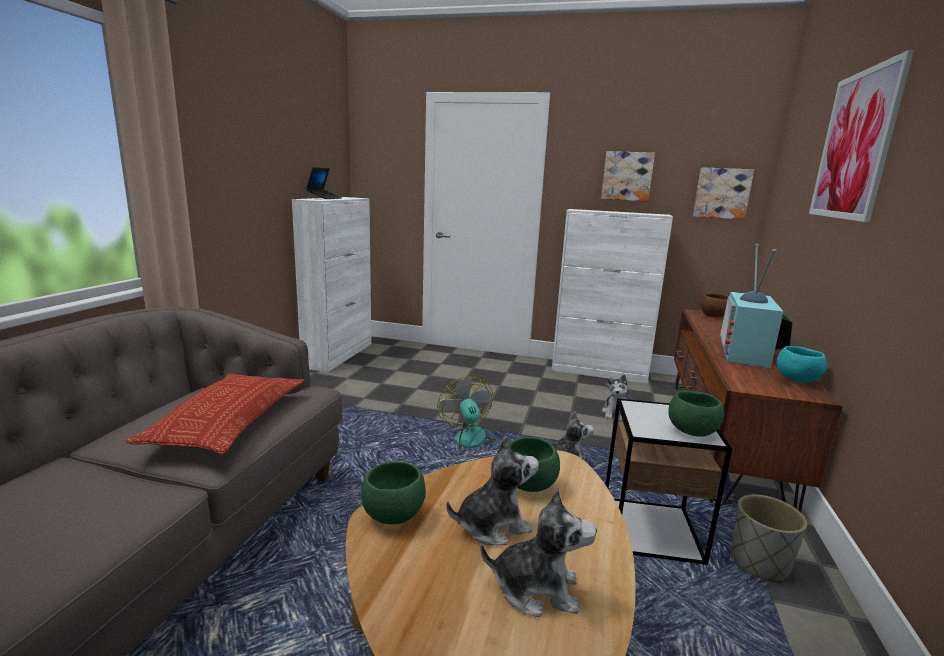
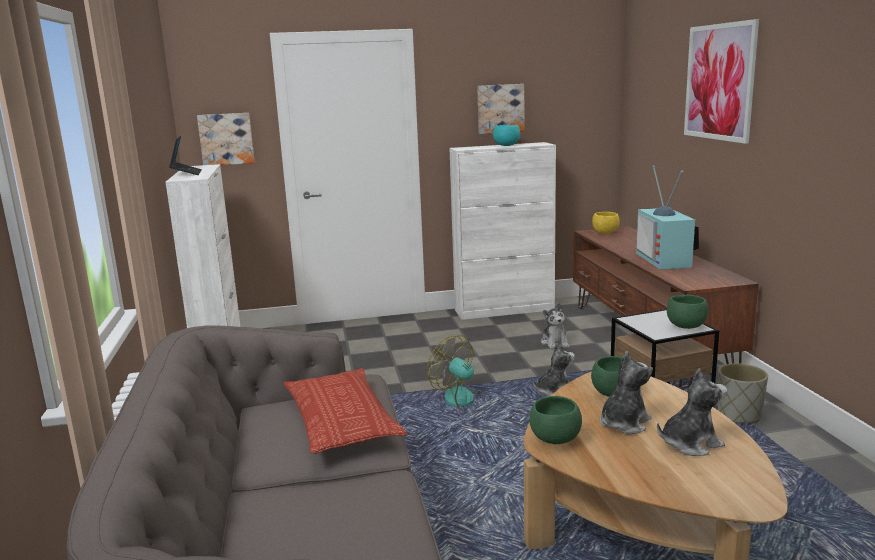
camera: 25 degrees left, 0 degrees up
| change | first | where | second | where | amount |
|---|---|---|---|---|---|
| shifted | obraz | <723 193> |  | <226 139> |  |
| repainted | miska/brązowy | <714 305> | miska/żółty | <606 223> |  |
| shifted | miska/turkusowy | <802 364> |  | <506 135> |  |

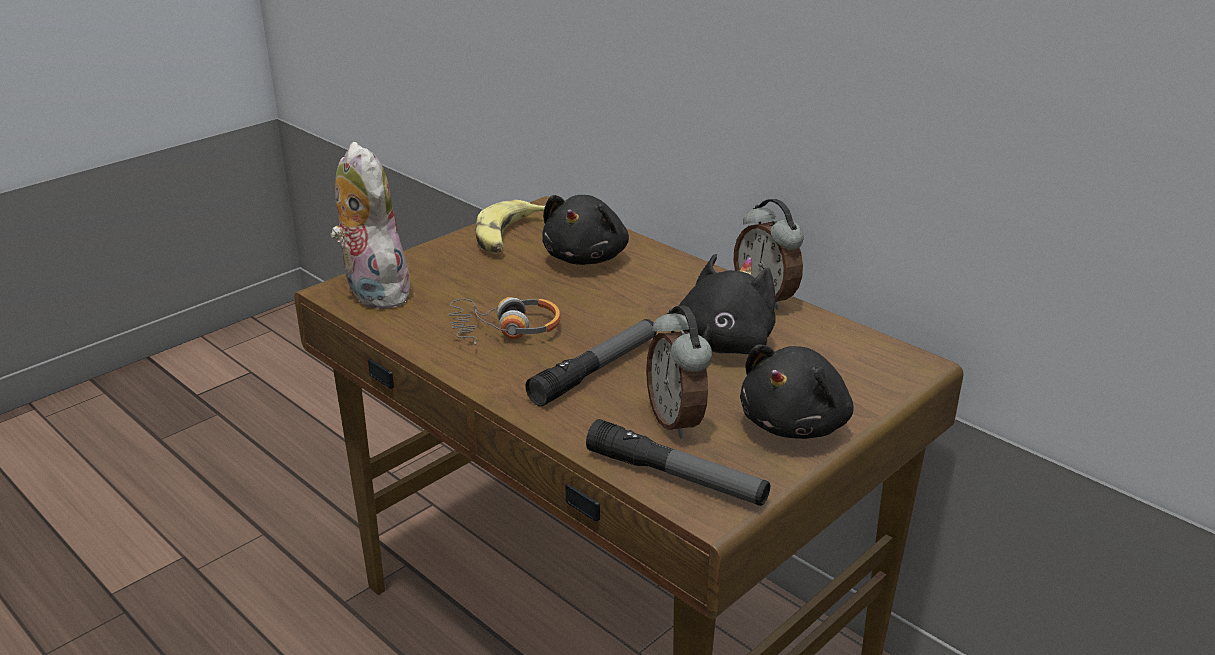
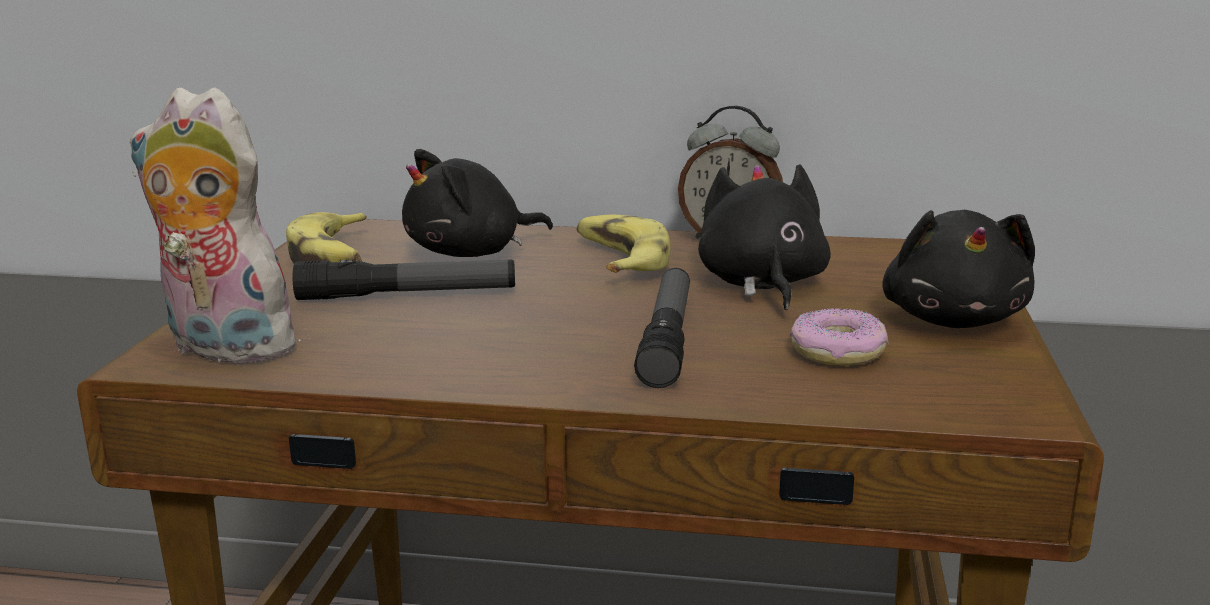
camera: 35 degrees left, 10 degrees down
| change | first | where | second | where | amount |
|---|---|---|---|---|---|
| gone | słuchawki | <504 321> |  |  |  |
| rotated | pluszak/czarny | <585 230> |  | <477 203> | 75 degrees clockwise |
| shifted | latarka | <678 462> |  | <404 279> |  |
| swapped | budzik | <679 372> | donut | <839 337> |  |
| new |  |  | banan | <623 243> |  |

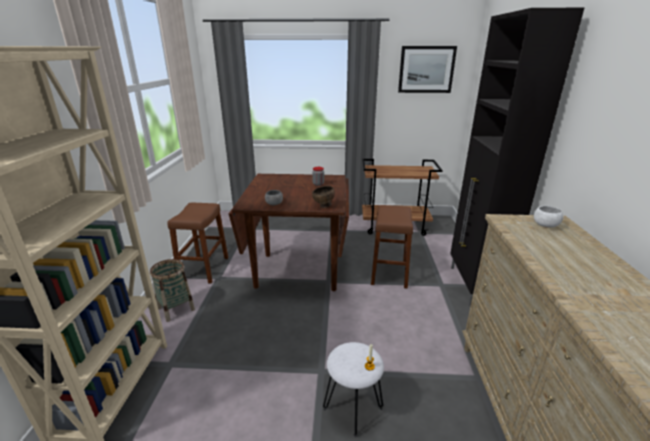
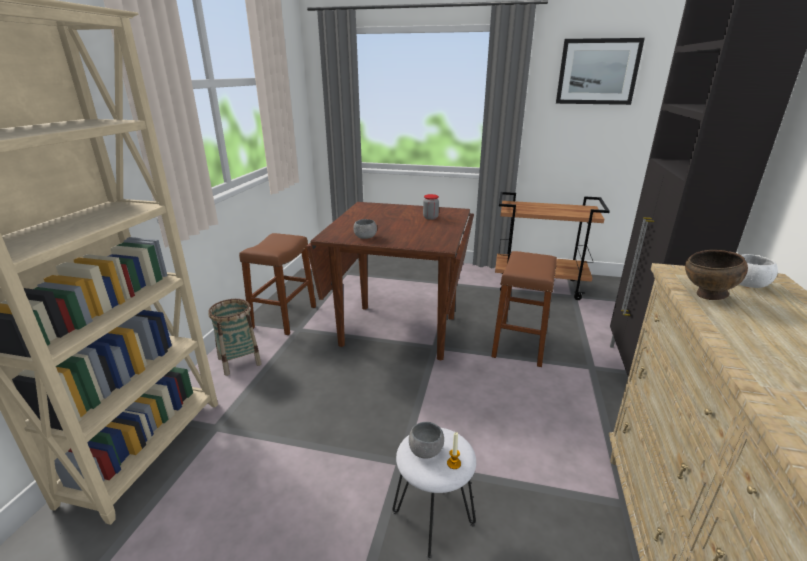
camera: 10 degrees right, 0 degrees up
| change | first | where | second | where | amount |
|---|---|---|---|---|---|
| shifted | miska/brązowy | <323 197> |  | <716 275> |  |
| new |  |  | miska/szary | <426 440> |  |

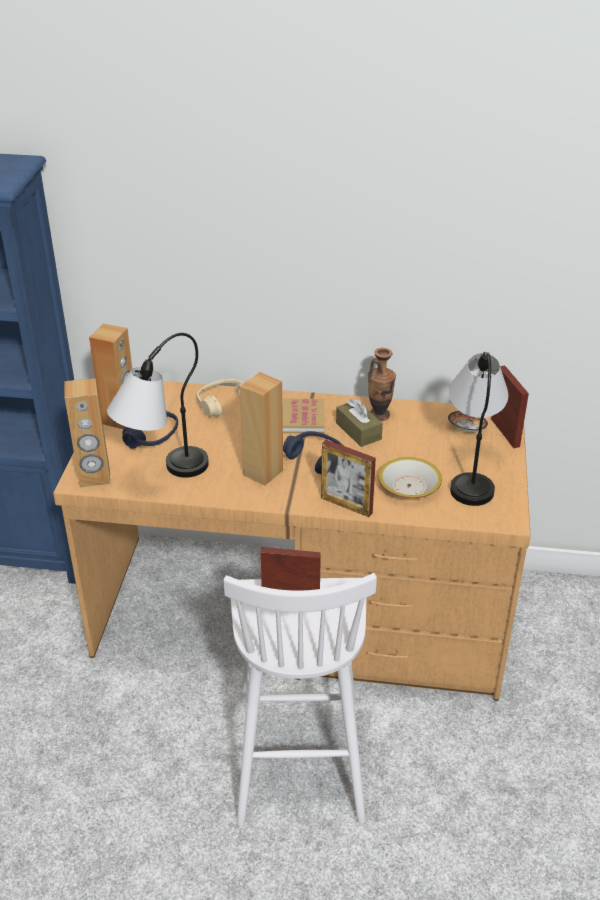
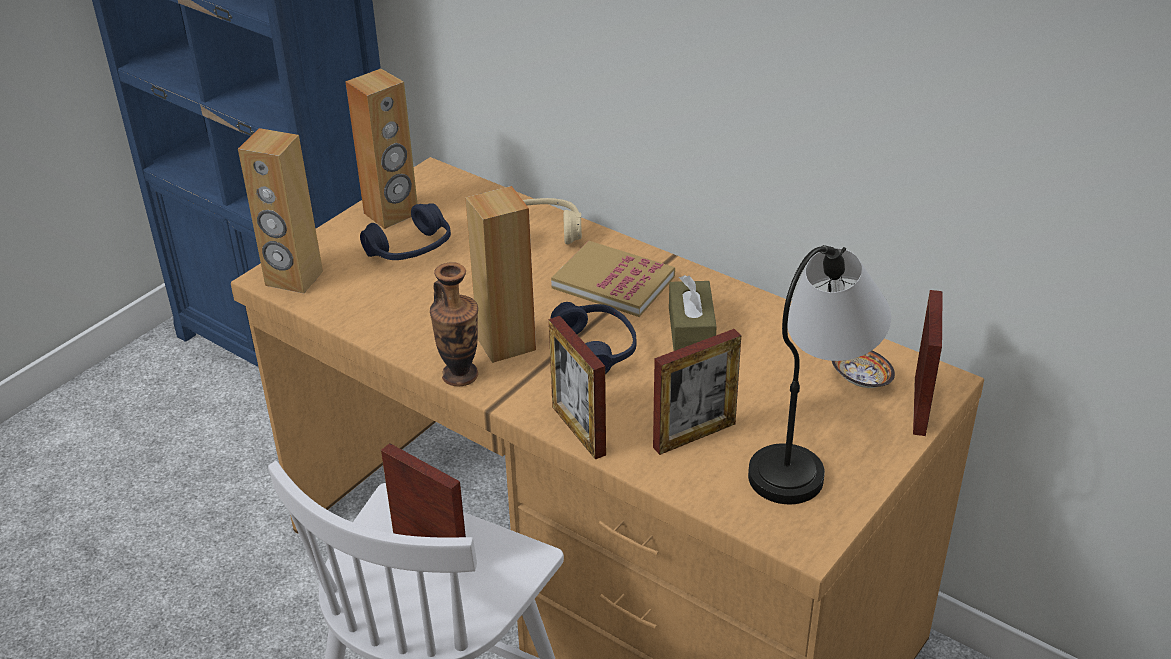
camera: 30 degrees right, 0 degrees up
| change | first | where | second | where | amount |
|---|---|---|---|---|---|
| gone | lampa stołowa | <158 405> |  |  |  |
| shifted | wazon | <382 384> |  | <454 324> |  |
| swapped | miska | <410 477> | ramka na zdjęcie | <697 392> |  |

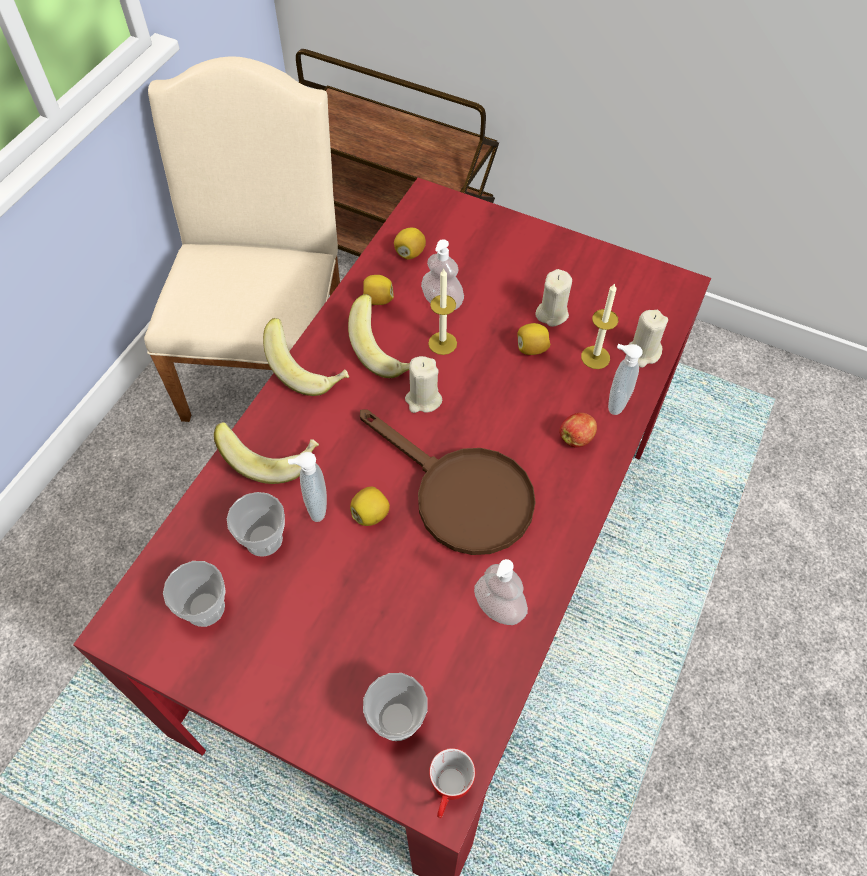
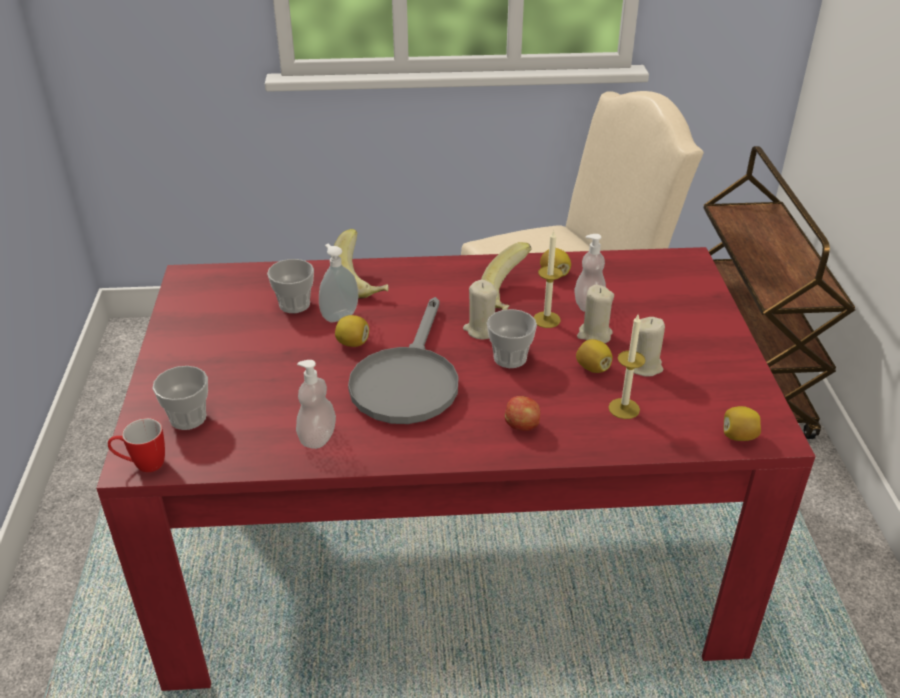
camera: 60 degrees right, 20 degrees down
| change | first | where | second | where | amount |
|---|---|---|---|---|---|
| shifted | filiżanka | <194 594> |  | <512 338> |  |
| gone | banan | <306 357> |  |  |  |
| repainted | patelnia/brązowy | <448 482> | patelnia/szary | <403 360> |  |
| shifted | cytryna | <410 244> |  | <742 423> |  |
| gone | dozownik mydła | <625 379> |  |  |  |
| shifted | świeca/beżowy | <648 338> |  | <595 314> |  |

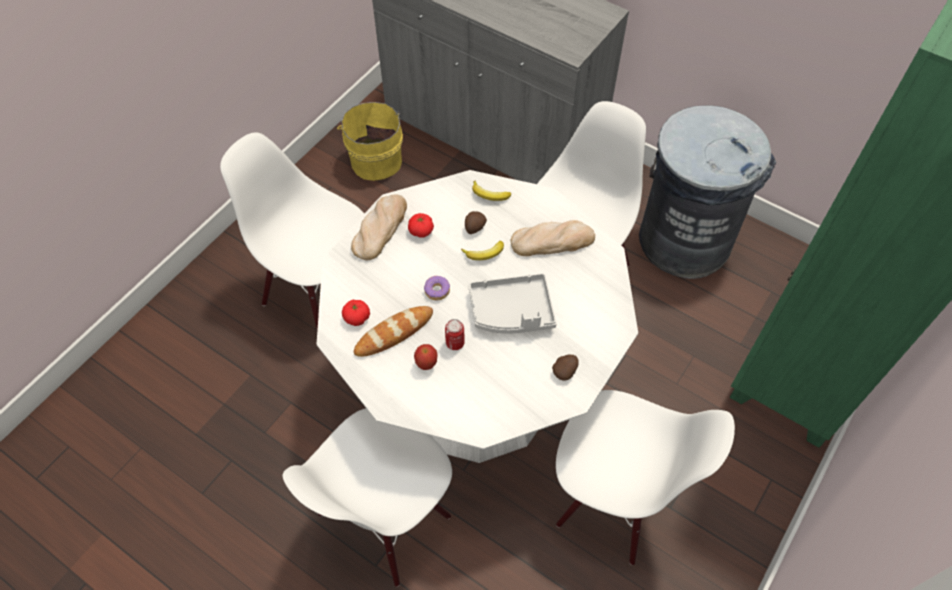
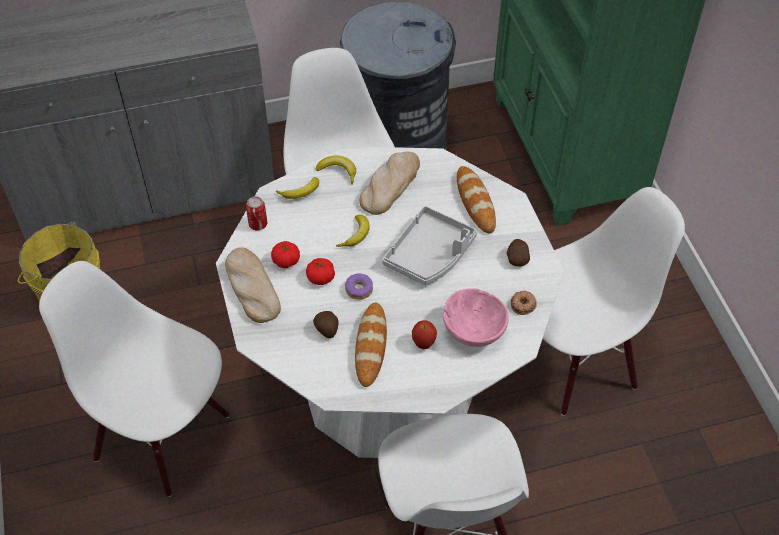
camera: 50 degrees left, 5 degrees down
| change | first | where | second | where | amount |
|---|---|---|---|---|---|
| rotated | krzesło/biały | <292 231> |  | <134 379> | 45 degrees clockwise |
| shifted | pomidor | <356 313> |  | <320 271> |  |
| shifted | puszka | <455 334> |  | <256 213> |  |
| shifted | ziemniak | <476 222> |  | <326 324> |  |
| new |  |  | banan | <336 170> |  |
| new |  |  | miska/różowy | <476 317> |  |
| new |  |  | chleb | <476 199> |  |
| new |  |  | donut | <524 303> |  |

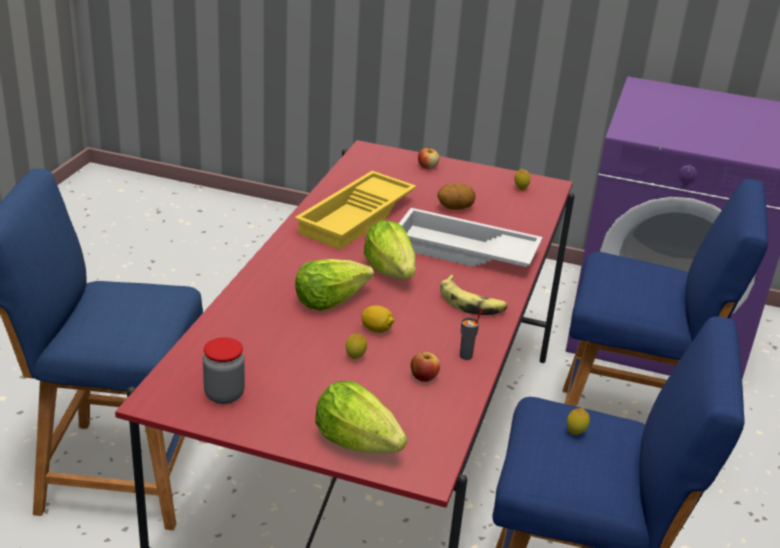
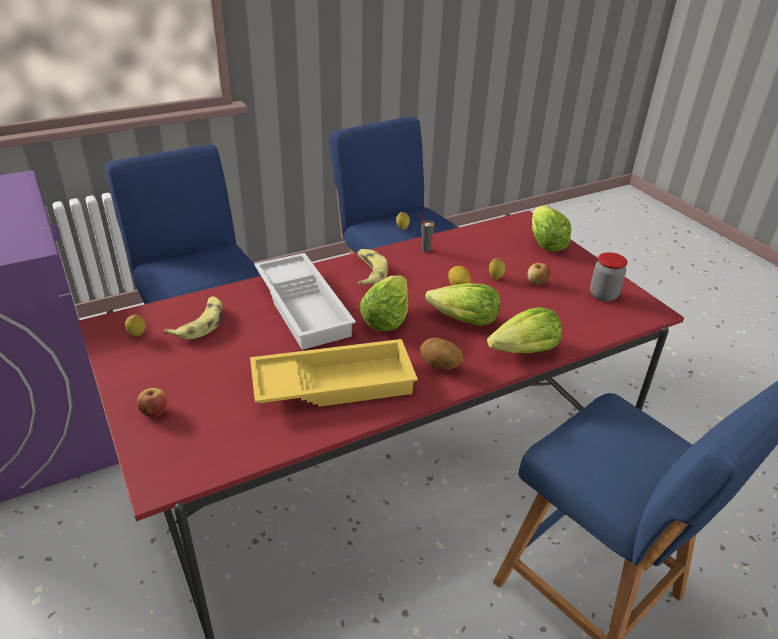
camera: 135 degrees left, 5 degrees up
| change | first | where | second | where | amount |
|---|---|---|---|---|---|
| shifted | jabłko | <425 367> |  | <539 274> |  |
| shifted | ziemniak | <456 196> |  | <441 353> |  |
| new |  |  | banan | <193 317> |  |
| new |  |  | sałata | <524 330> |  |

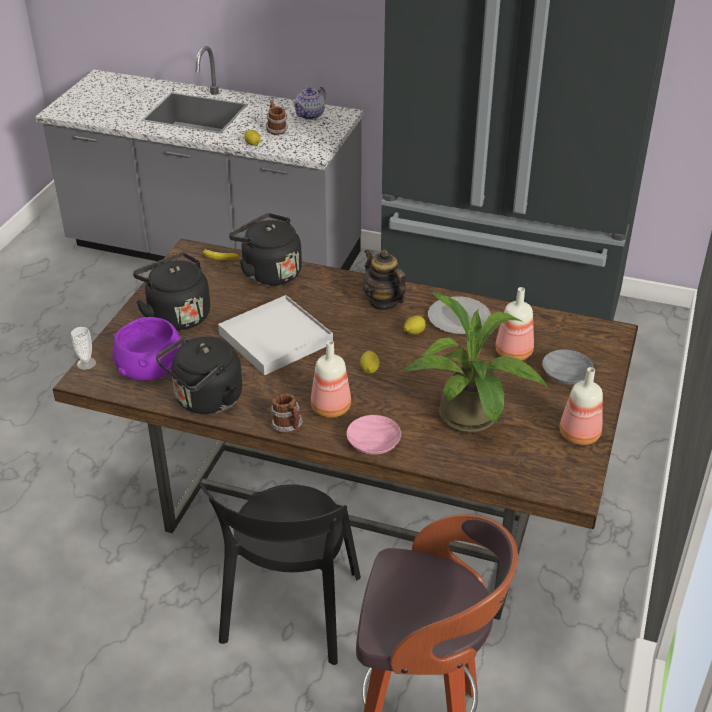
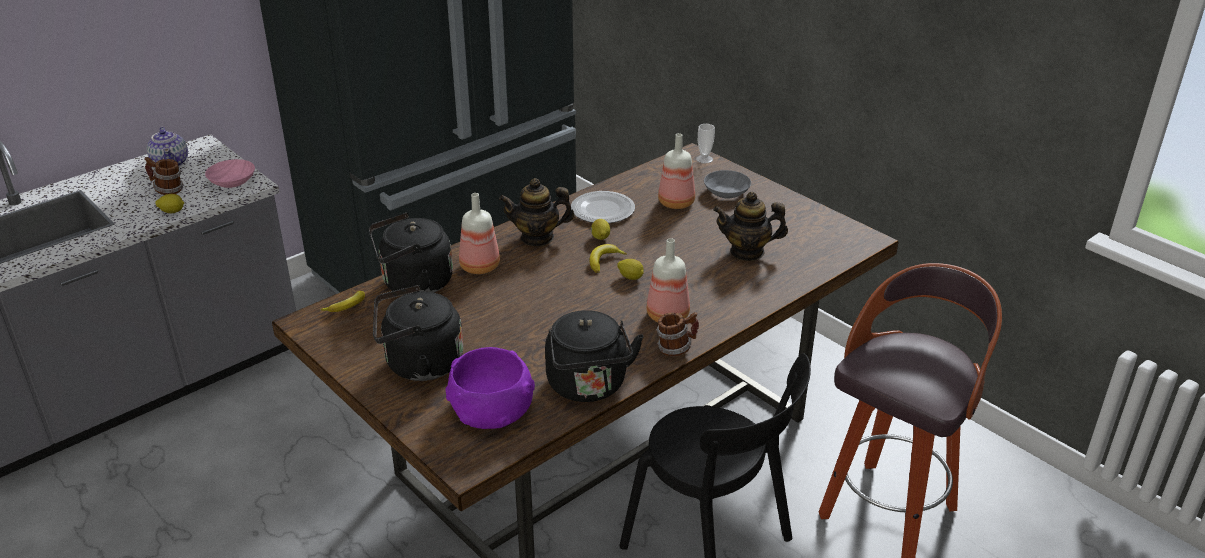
camera: 60 degrees left, 5 degrees down
| change | first | where | second | where | amount |
|---|---|---|---|---|---|
| shifted | filiżanka | <83 348> |  | <705 143> |  |
| gone | taca/biały | <275 335> |  |  |  |
| shifted | miska/różowy | <374 435> |  | <230 173> |  |
| swapped | roślina doniczkowa | <475 361> | imbryk | <750 226> |  |
| shifted | butelka | <581 406> |  | <479 233> |  |
| new |  |  | banan | <608 258> |  |

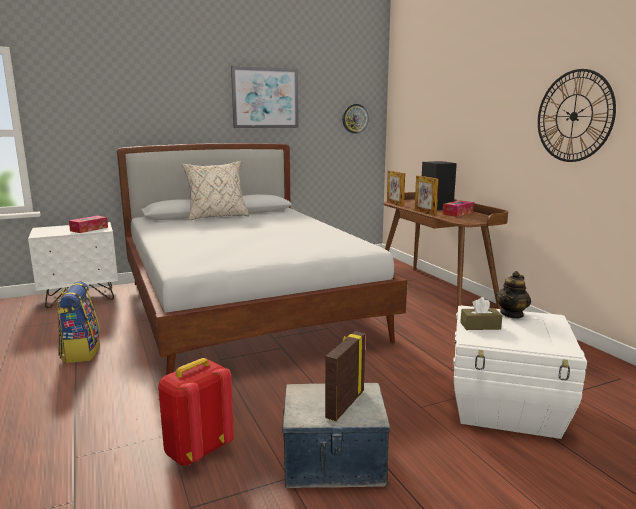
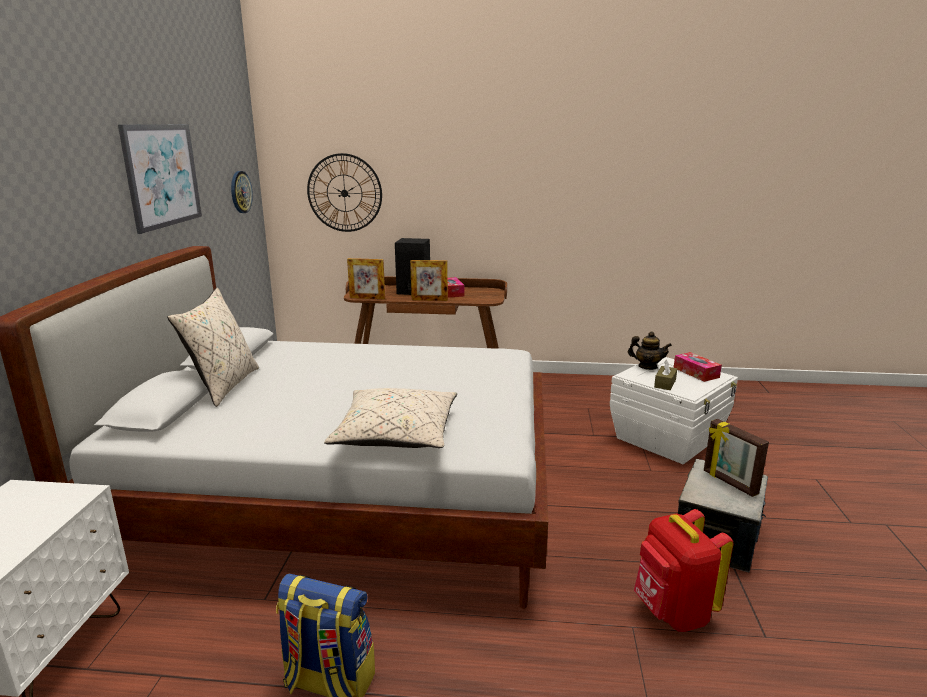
camera: 60 degrees left, 5 degrees up
| change | first | where | second | where | amount |
|---|---|---|---|---|---|
| shifted | pudełko chusteczek | <88 224> |  | <698 367> |  |
| rotated | imbryk | <513 295> |  | <650 350> | 45 degrees counterclockwise |
| shifted | zegar ścienny | <577 115> |  | <344 192> |  |
| new |  |  | poduszka/beżowy | <390 418> |  |

